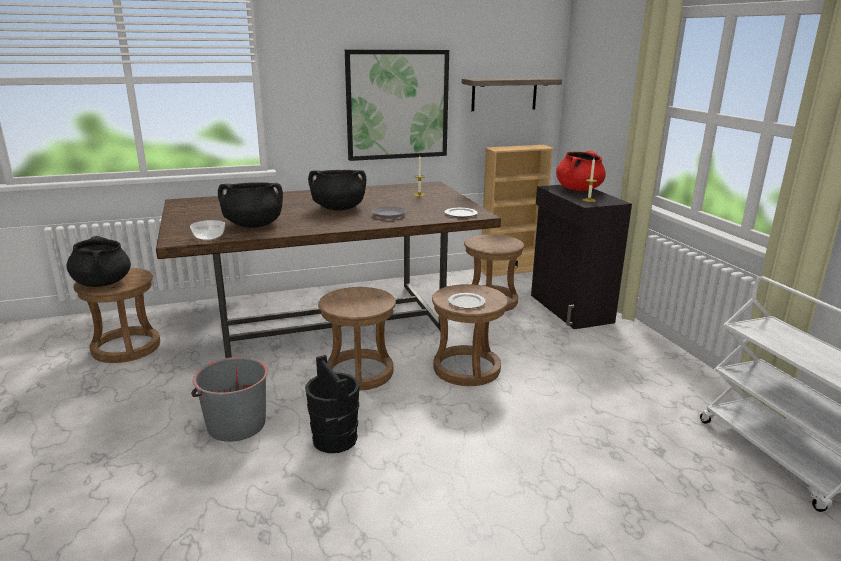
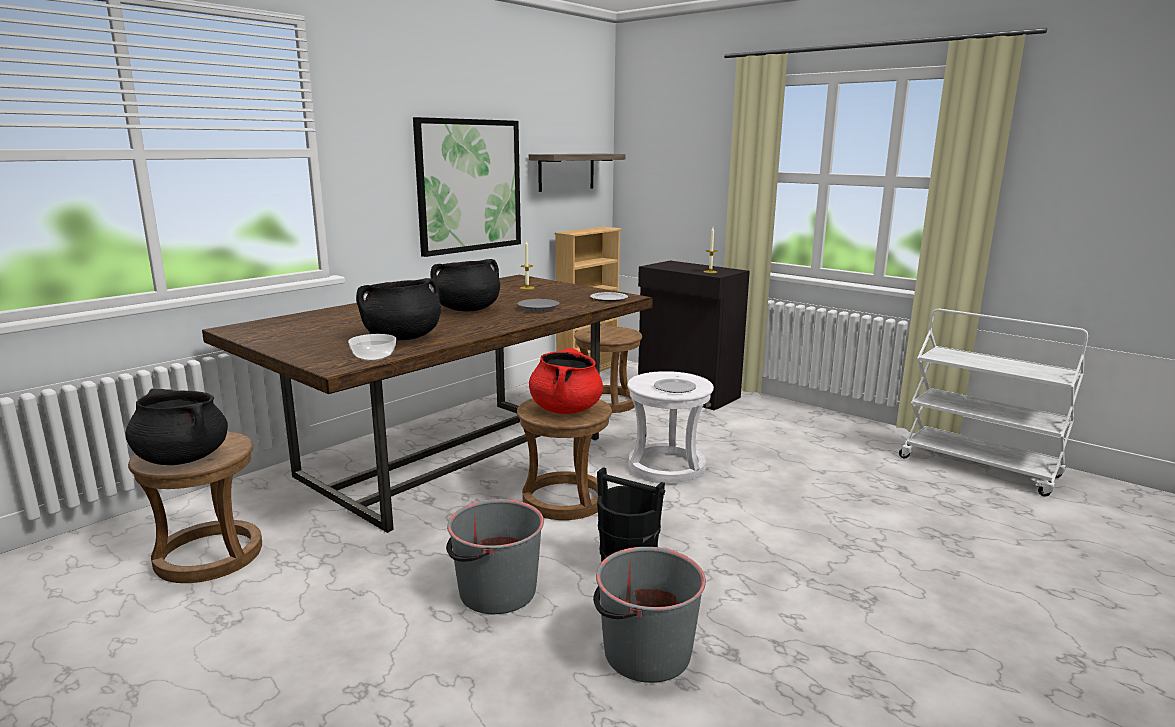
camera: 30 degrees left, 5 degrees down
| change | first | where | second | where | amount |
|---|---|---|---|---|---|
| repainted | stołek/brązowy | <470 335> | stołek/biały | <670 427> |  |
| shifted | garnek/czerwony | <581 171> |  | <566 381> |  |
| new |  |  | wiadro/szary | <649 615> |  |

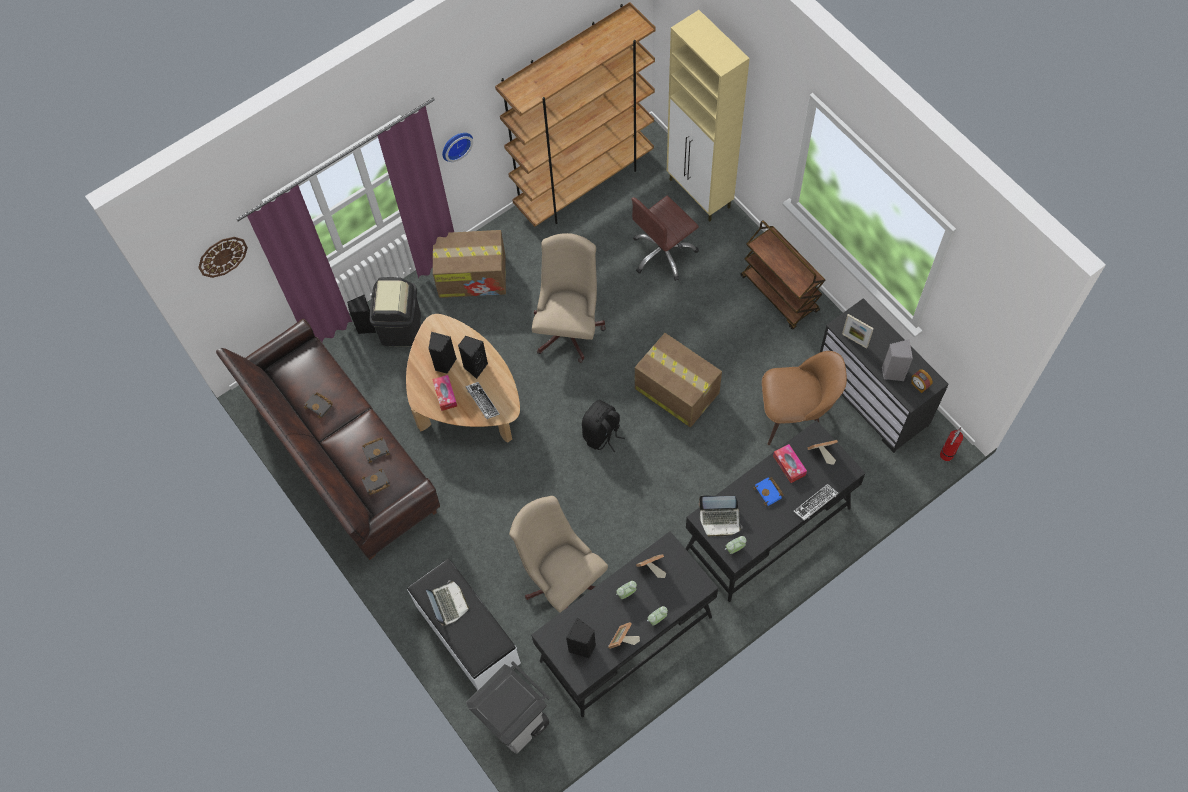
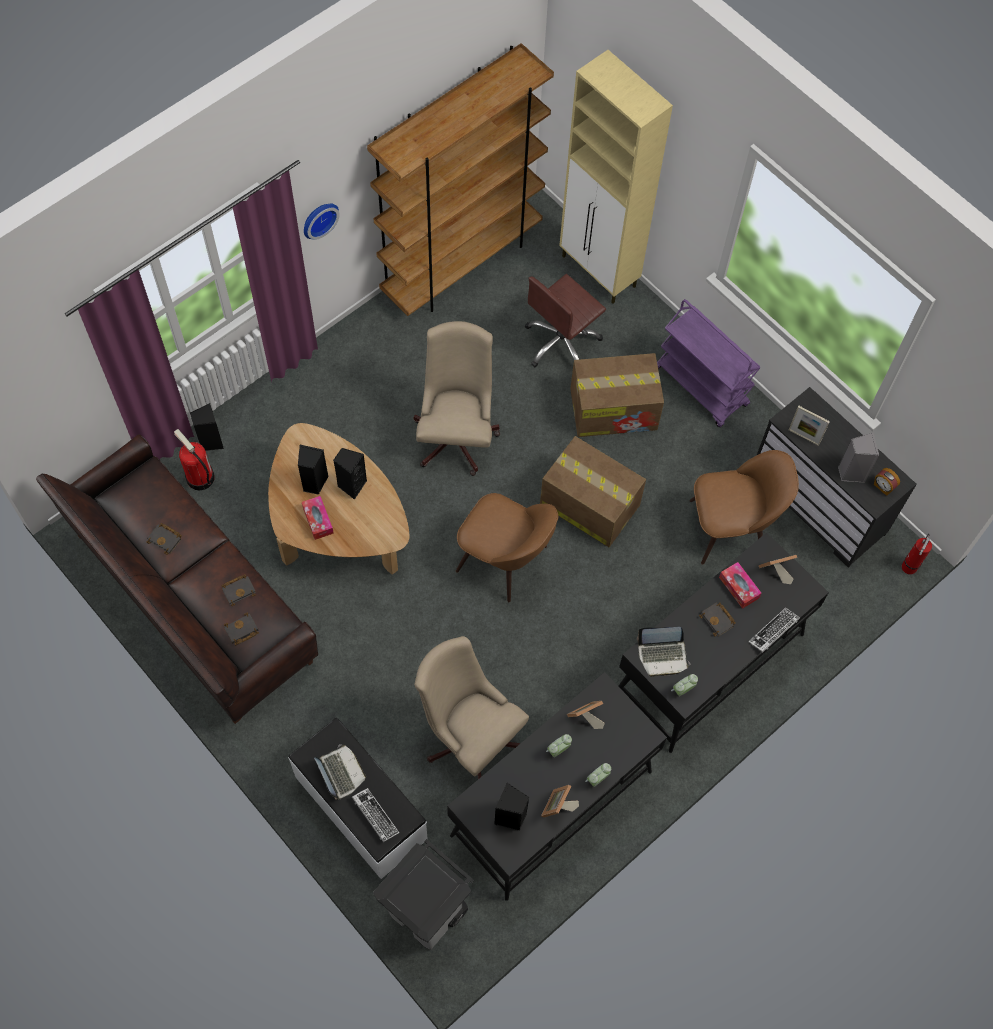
camera: 10 degrees left, 0 degrees up
| change | first | where | second | where | amount |
|---|---|---|---|---|---|
| gone | zegar ścienny | <223 257> |  |  |  |
| gone | kosz na śmieci/czarny | <395 312> |  |  |  |
| shifted | karton | <469 264> |  | <617 395> |  |
| shifted | klawiatura | <483 400> |  | <375 815> |  |
| swapped | plecak/czarny | <603 426> | krzesło/brązowy | <507 547> |  |
| repainted | wózek/brązowy | <783 275> | wózek/fioletowy | <709 363> |  |
| repainted | książka/niebieski | <768 491> | książka/czarny | <717 619> |  |
| new |  |  | gaśnica | <194 460> |  |

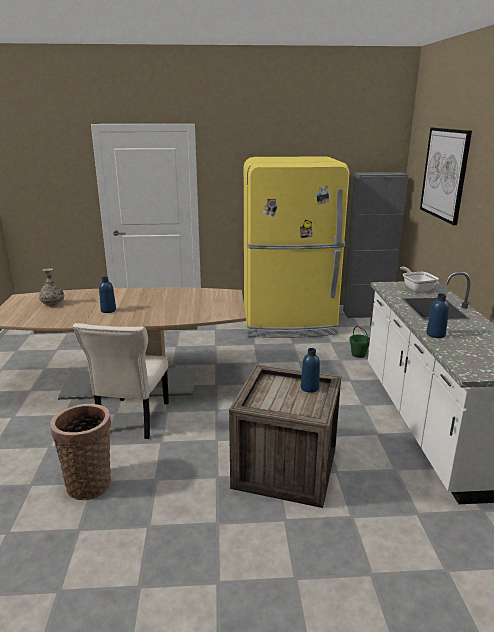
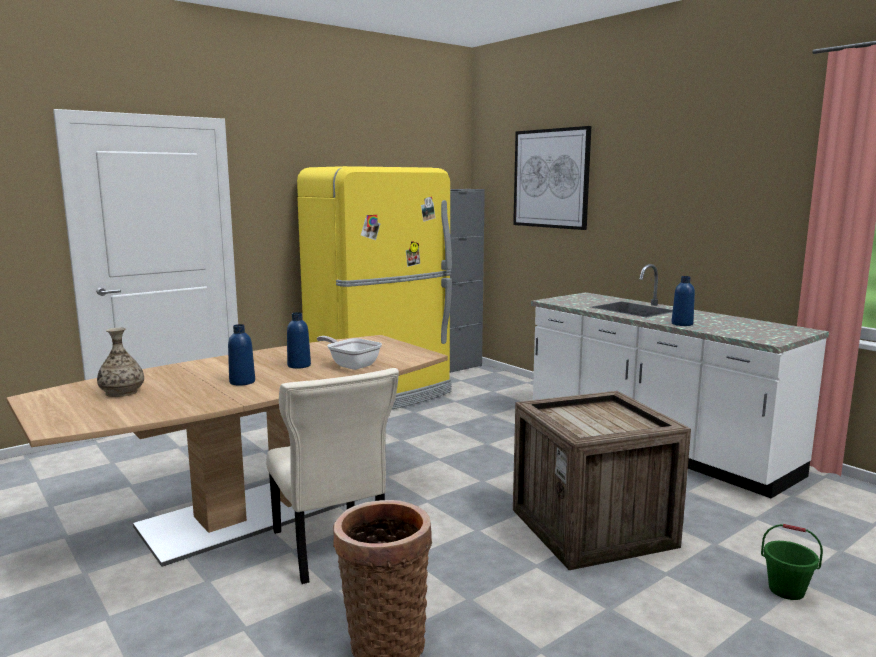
camera: 35 degrees left, 10 degrees down
| change | first | where | second | where | amount |
|---|---|---|---|---|---|
| shifted | butelka/niebieski | <310 370> |  | <299 340> |  |
| shifted | wiadro/zielony | <359 342> |  | <792 562> |  |
| shifted | patelnia | <419 279> |  | <349 353> |  |

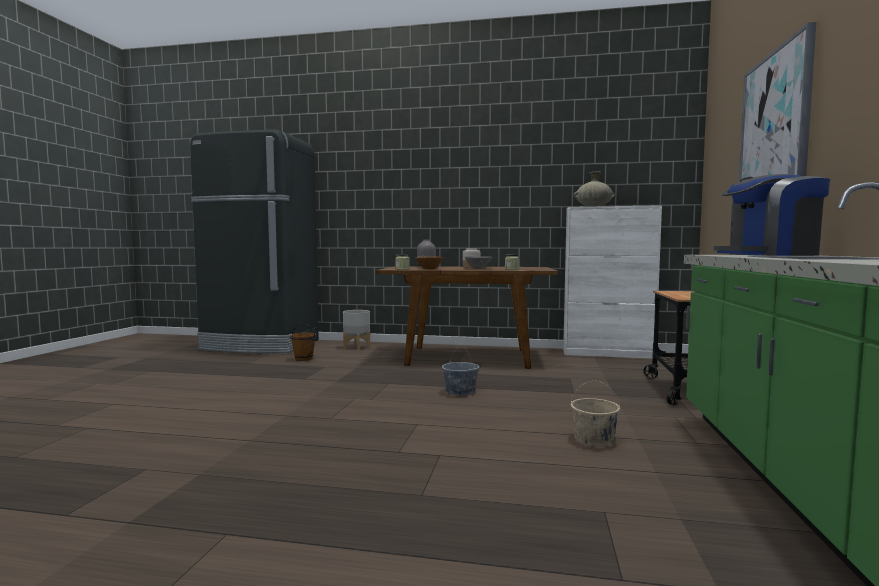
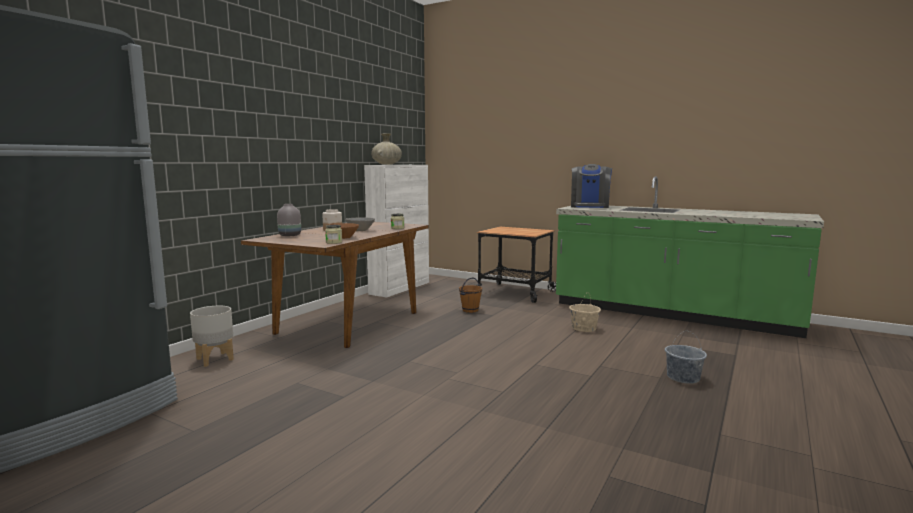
camera: 70 degrees left, 5 degrees up
| change | first | where | second | where | amount |
|---|---|---|---|---|---|
| shifted | wiadro/brązowy | <303 342> |  | <470 295> |  |
| shifted | wiadro/szary | <460 371> |  | <686 357> |  |
| gone | obraz | <777 101> |  |  |  |

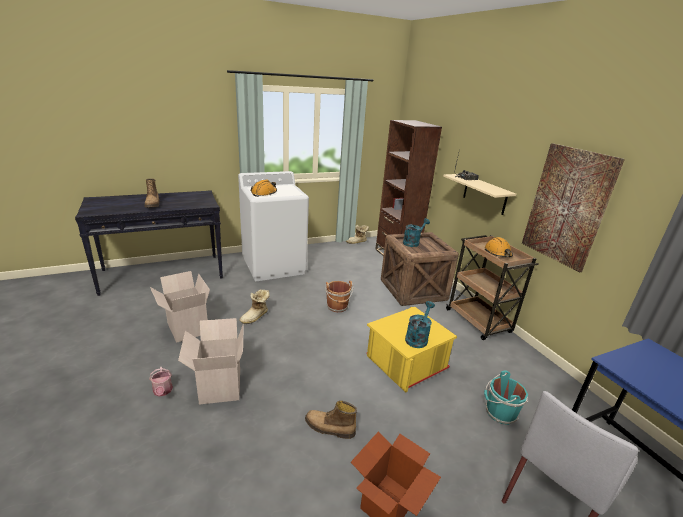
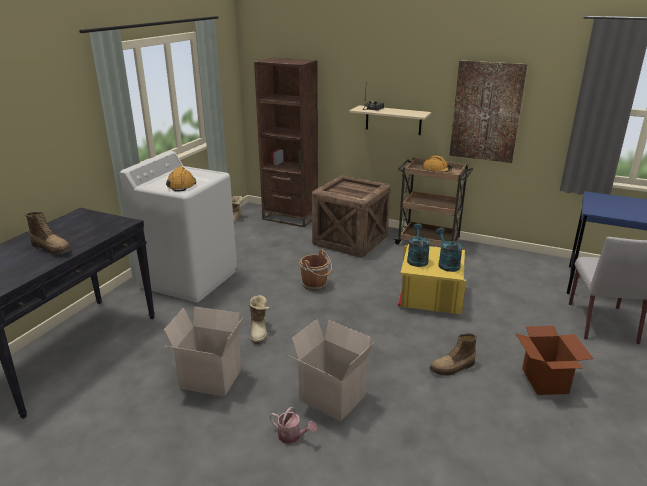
camera: 40 degrees left, 0 degrees up
| change | first | where | second | where | amount |
|---|---|---|---|---|---|
| shifted | konewka/turkusowy | <416 232> |  | <418 245> |  |
| gone | wiadro/turkusowy | <506 397> |  |  |  |

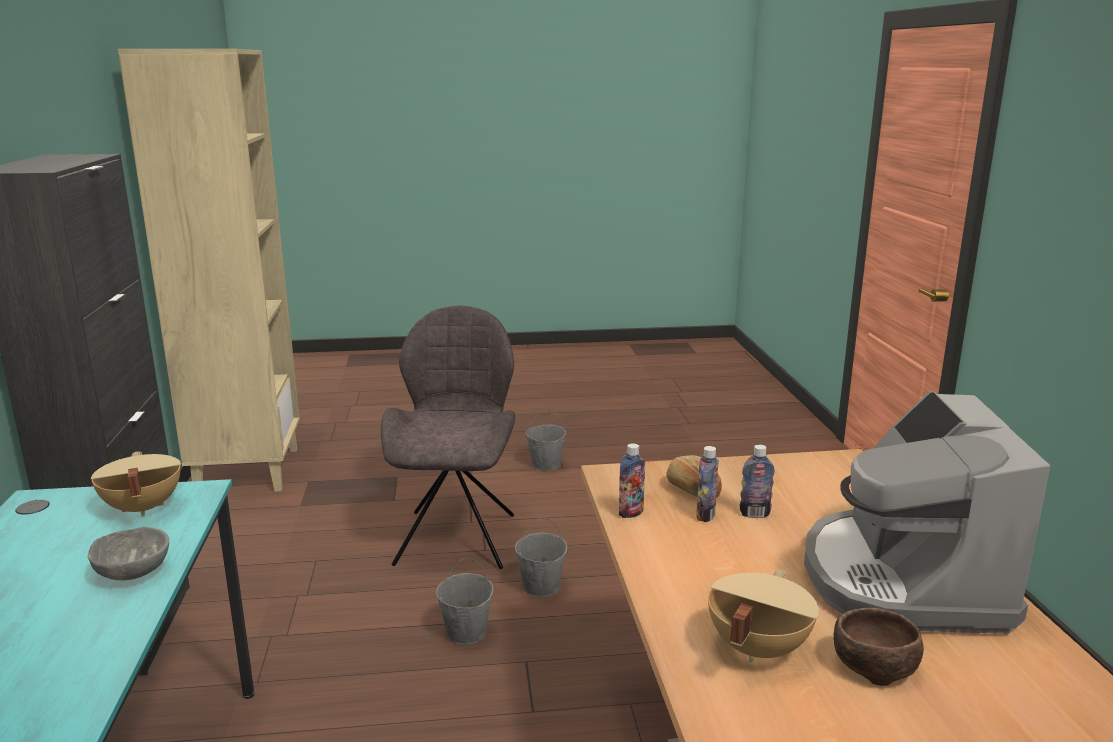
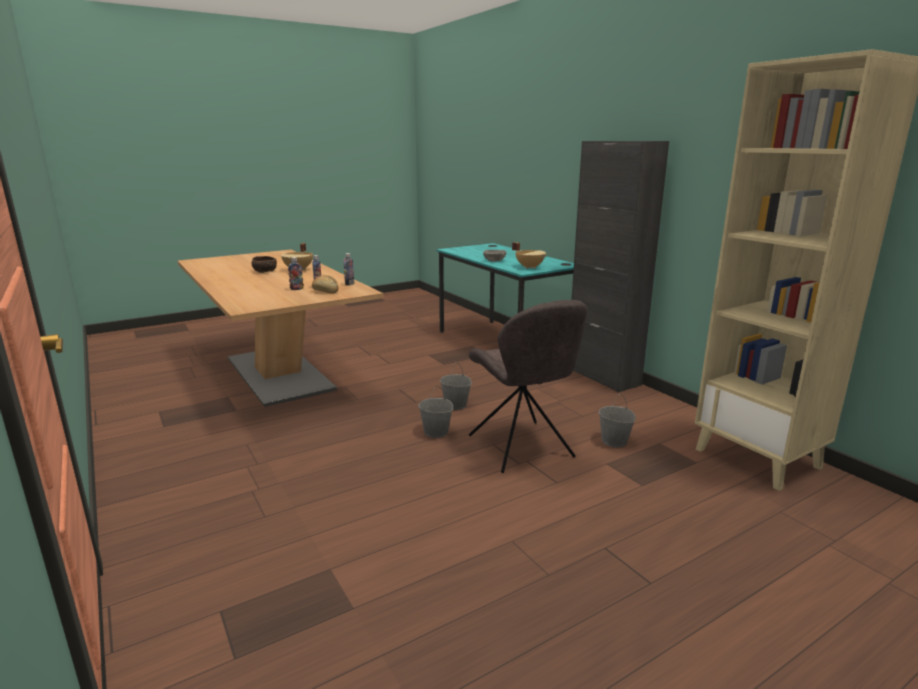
camera: 155 degrees right, 0 degrees up
| change | first | where | second | where | amount |
|---|---|---|---|---|---|
| shifted | wiadro/szary | <546 440> |  | <617 421> |  |
| gone | ekspres do kawy | <927 512> |  |  |  |

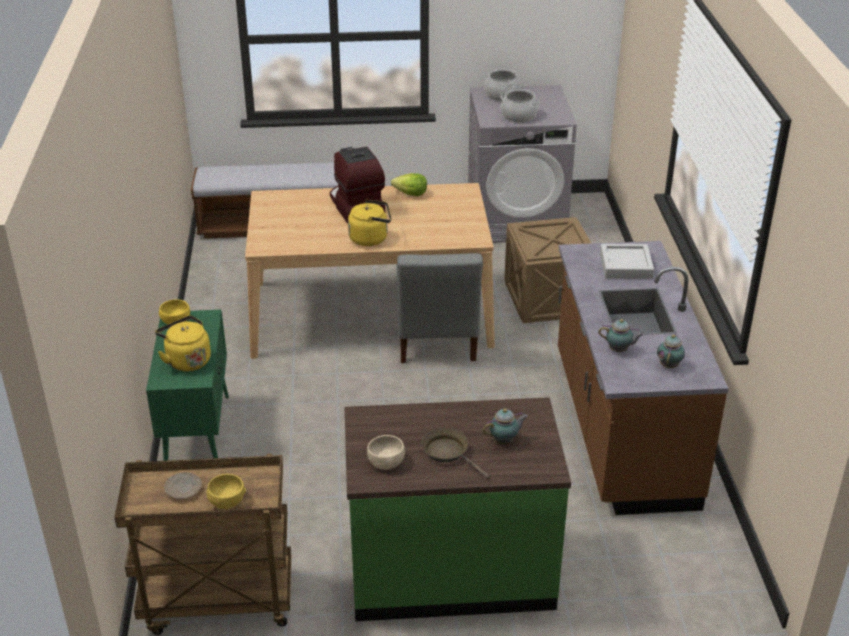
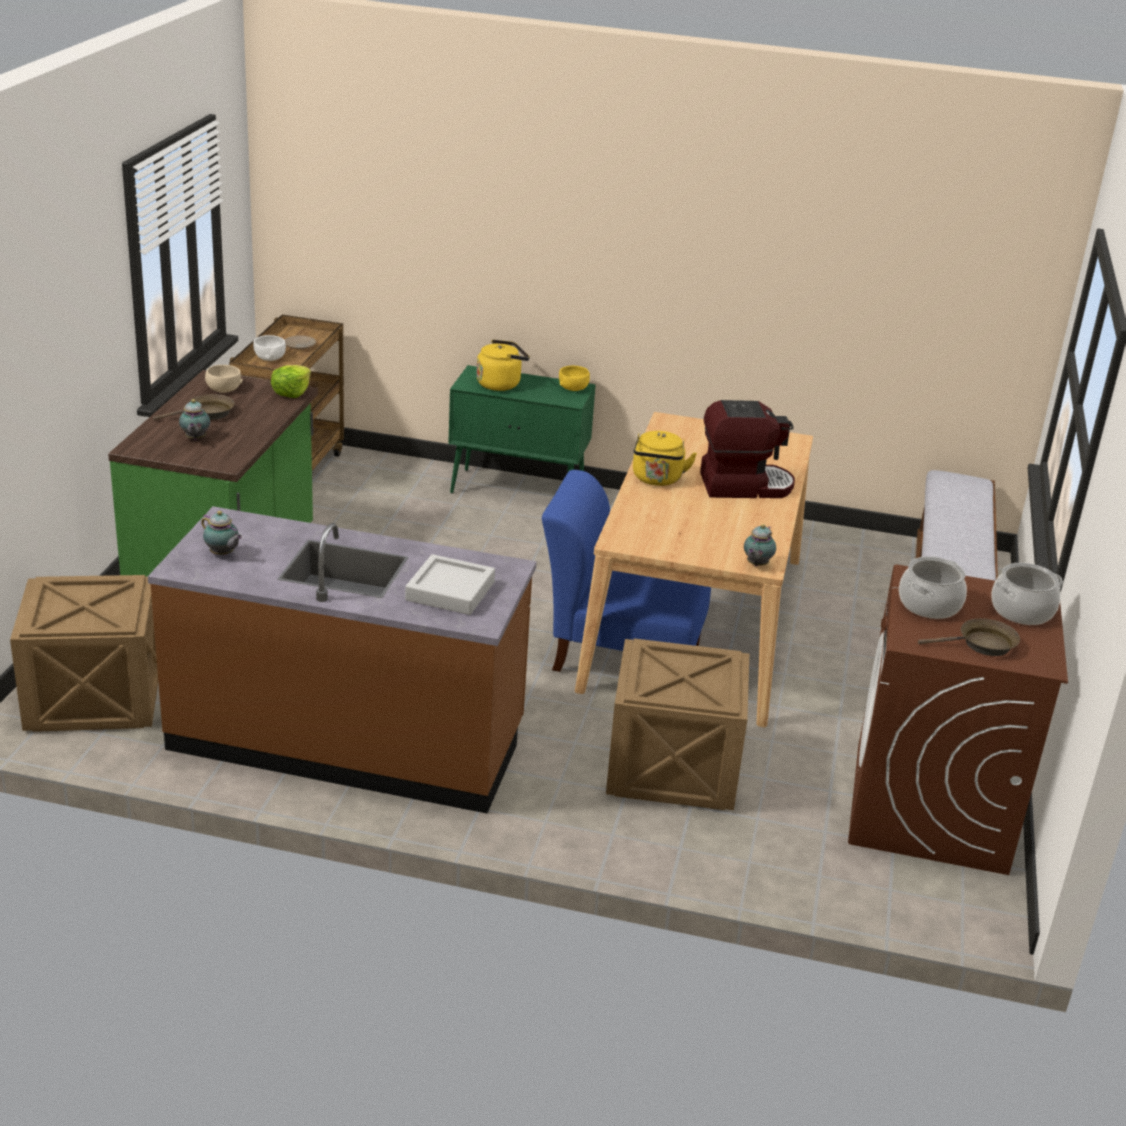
camera: 105 degrees right, 5 degrees down
| change | first | where | second | where | amount |
|---|---|---|---|---|---|
| repainted | miska/żółty | <226 491> | miska/biały | <269 348> |  |
| shifted | sałata | <409 184> |  | <291 381> |  |
| repainted | krzesło/szary | <439 308> | krzesło/niebieski | <626 571> |  |
| repainted | pralka/szary | <522 164> | pralka/brązowy | <958 719> |  |
| shifted | imbryk | <621 335> |  | <760 545> |  |
| new |  |  | skrzynka | <84 653> |  |
| new |  |  | patelnia/brązowy | <969 637> |  |

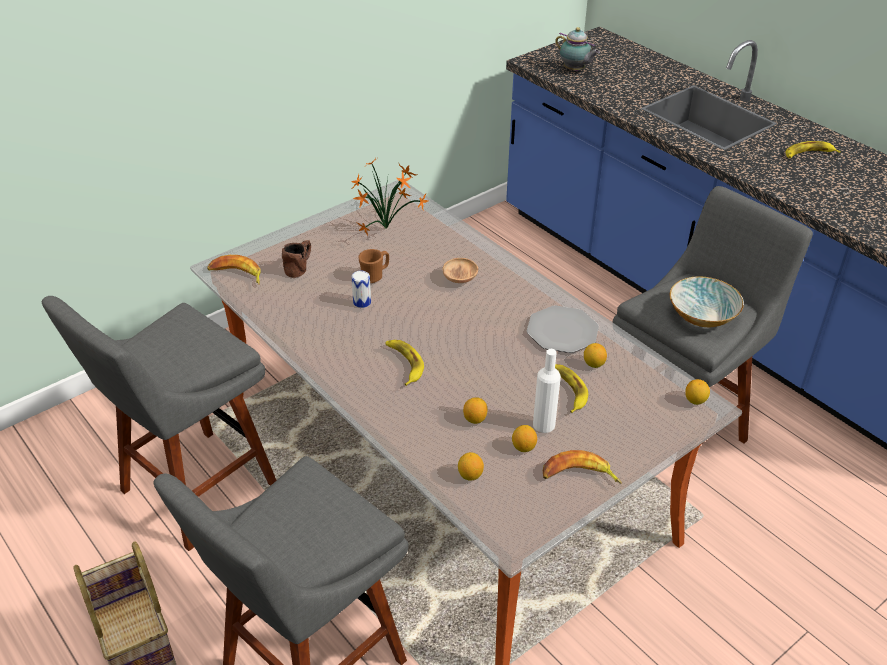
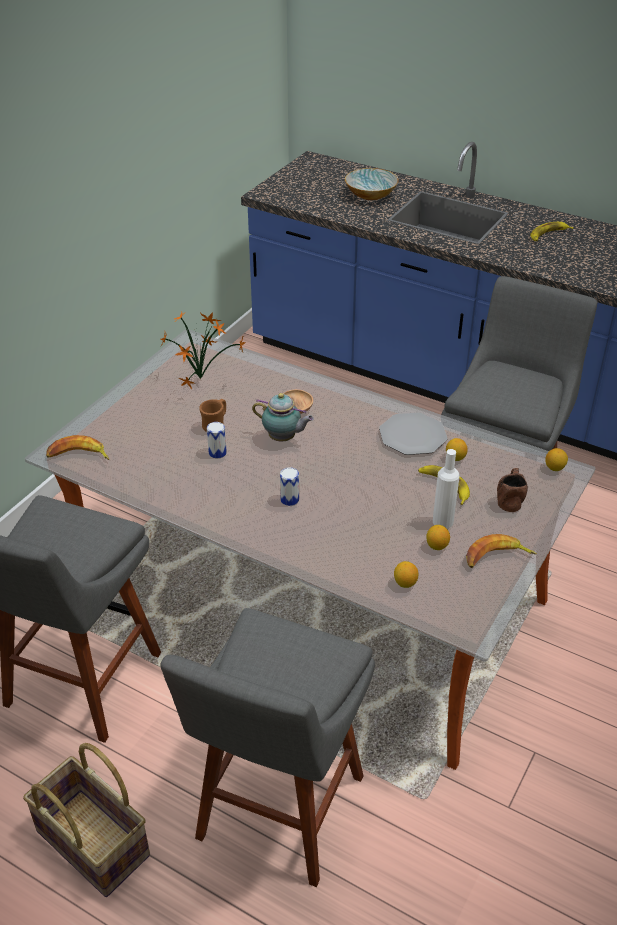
camera: 20 degrees left, 0 degrees up
| change | first | where | second | where | amount |
|---|---|---|---|---|---|
| shifted | kubek/brązowy | <296 259> |  | <512 490> |  |
| swapped | banan | <404 363> | puszka | <289 486> |  |
| gone | cytryna | <475 410> |  |  |  |
| shifted | imbryk | <577 49> |  | <283 417> |  |
| shifted | miska | <706 301> |  | <372 184> |  |

